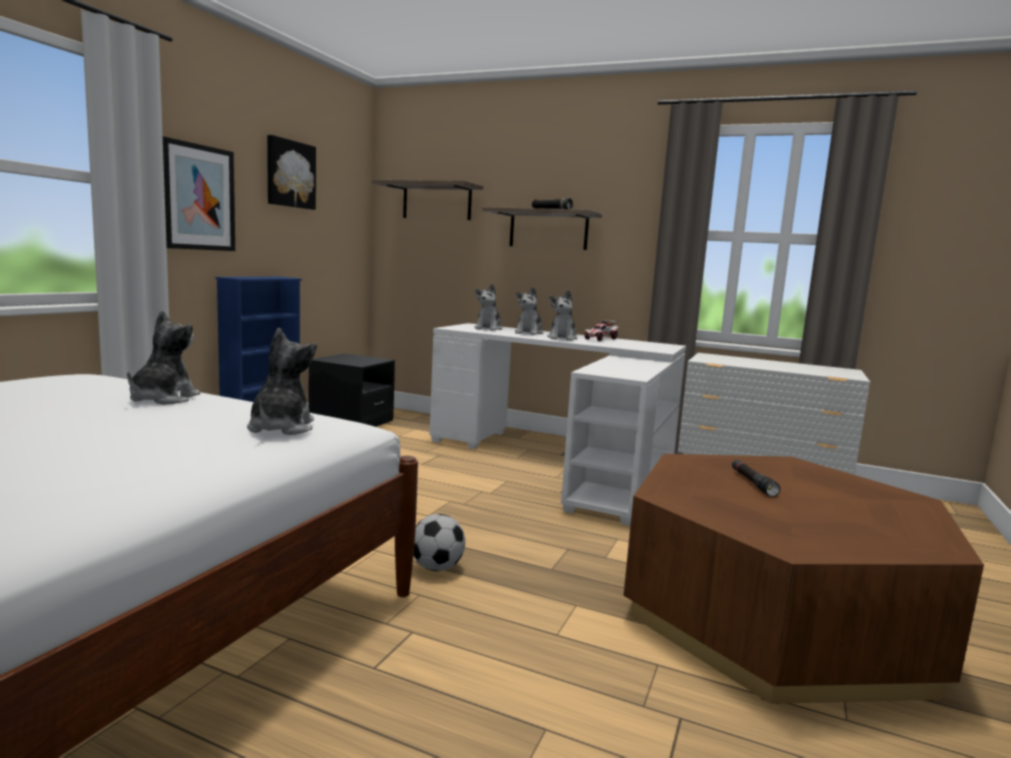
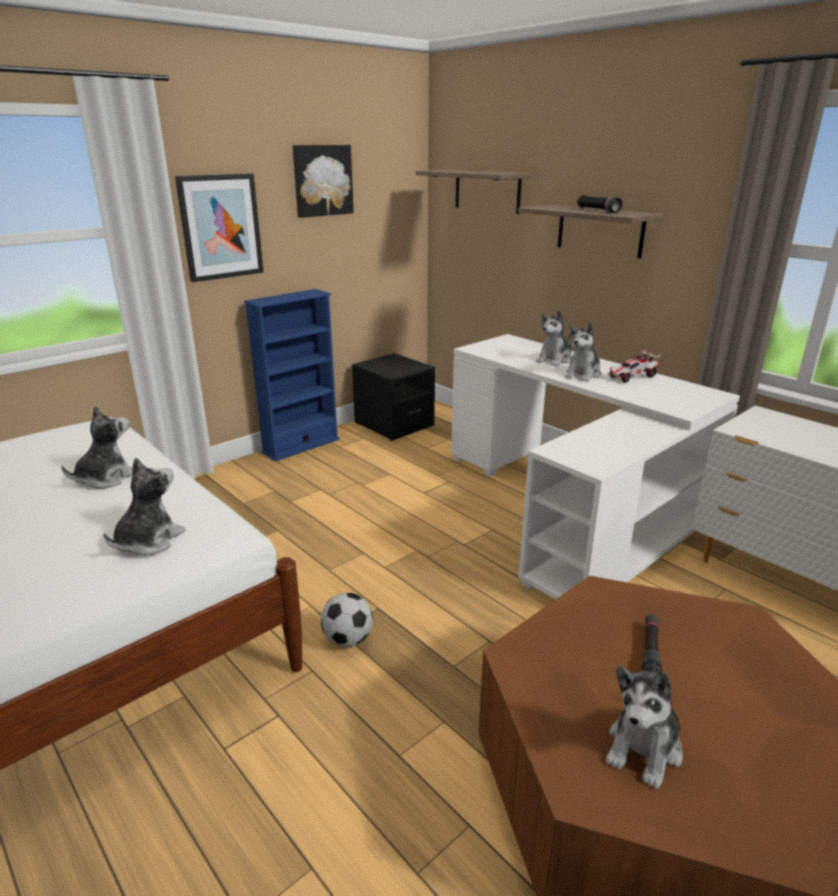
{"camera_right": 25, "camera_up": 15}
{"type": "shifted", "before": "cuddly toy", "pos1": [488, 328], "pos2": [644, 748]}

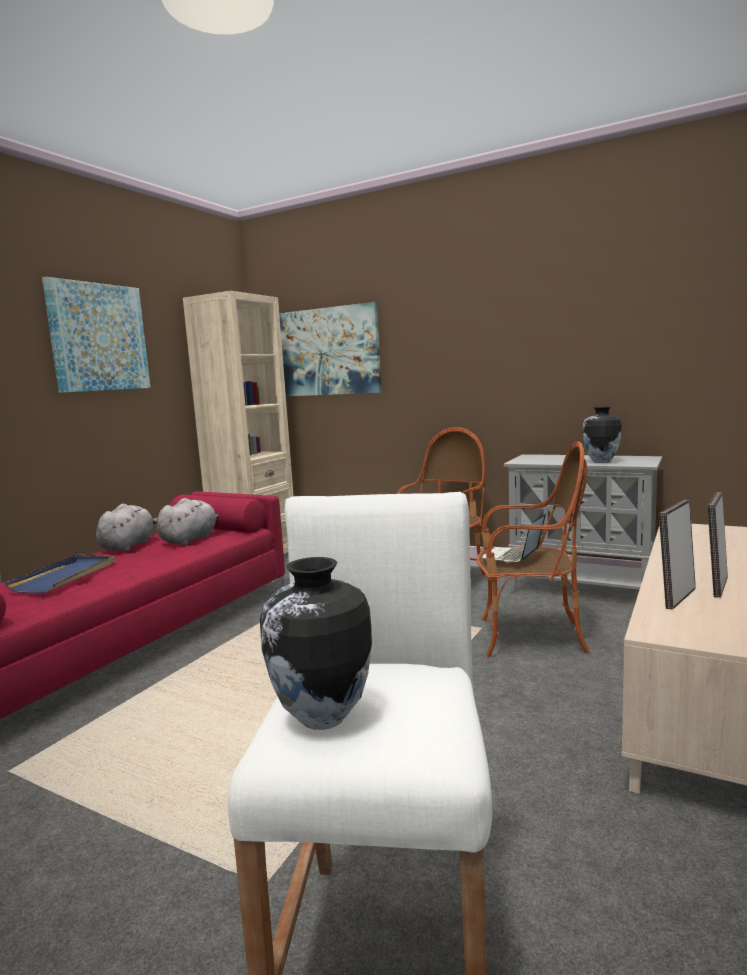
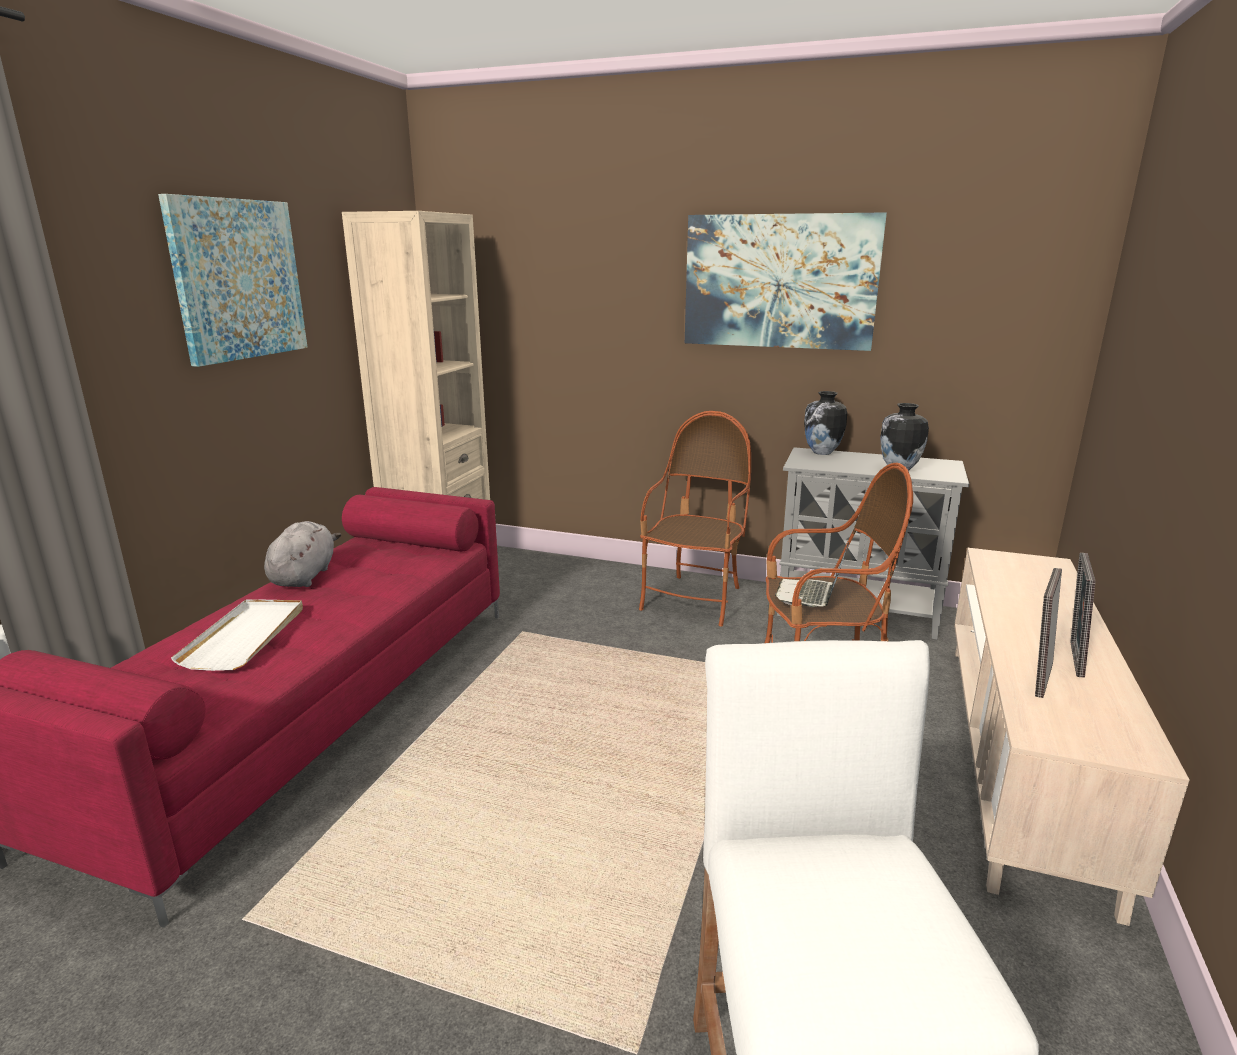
{"camera_right": -10, "camera_up": 10}
{"type": "shifted", "before": "wall art", "pos1": [323, 352], "pos2": [779, 281]}
{"type": "gone", "before": "cuddly toy (greyish)", "pos1": [190, 539]}
{"type": "repainted", "before": "carrying tray (blue)", "after": "carrying tray (whitish)", "pos1": [66, 576], "pos2": [246, 637]}
{"type": "shifted", "before": "decorative vase", "pos1": [321, 718], "pos2": [822, 453]}

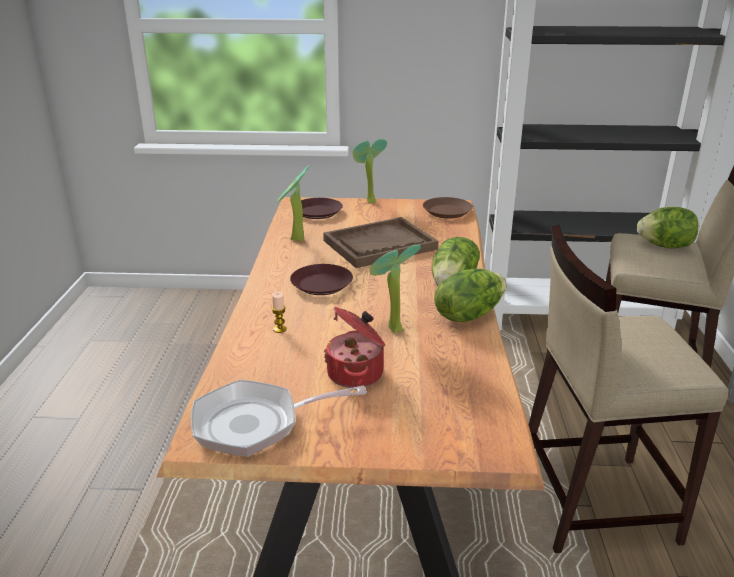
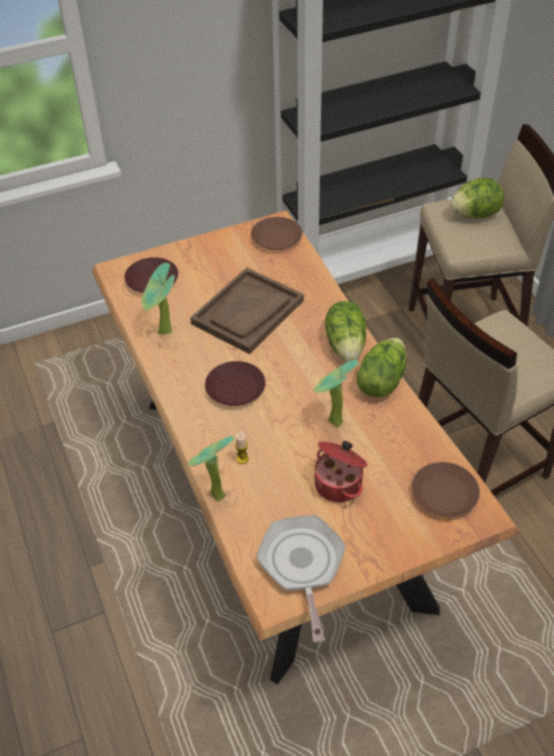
{"camera_right": -25, "camera_up": 20}
{"type": "shifted", "before": "plant in a pot", "pos1": [368, 201], "pos2": [214, 495]}
{"type": "rotated", "before": "frying pan", "pos1": [255, 424], "pos2": [302, 566], "turn": 120}
{"type": "new", "after": "flat dish (brownish)", "pos2": [444, 493]}

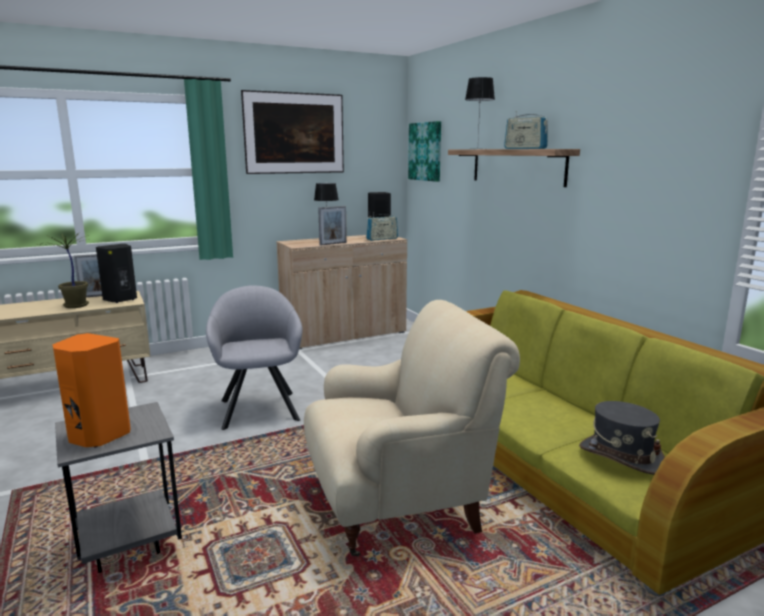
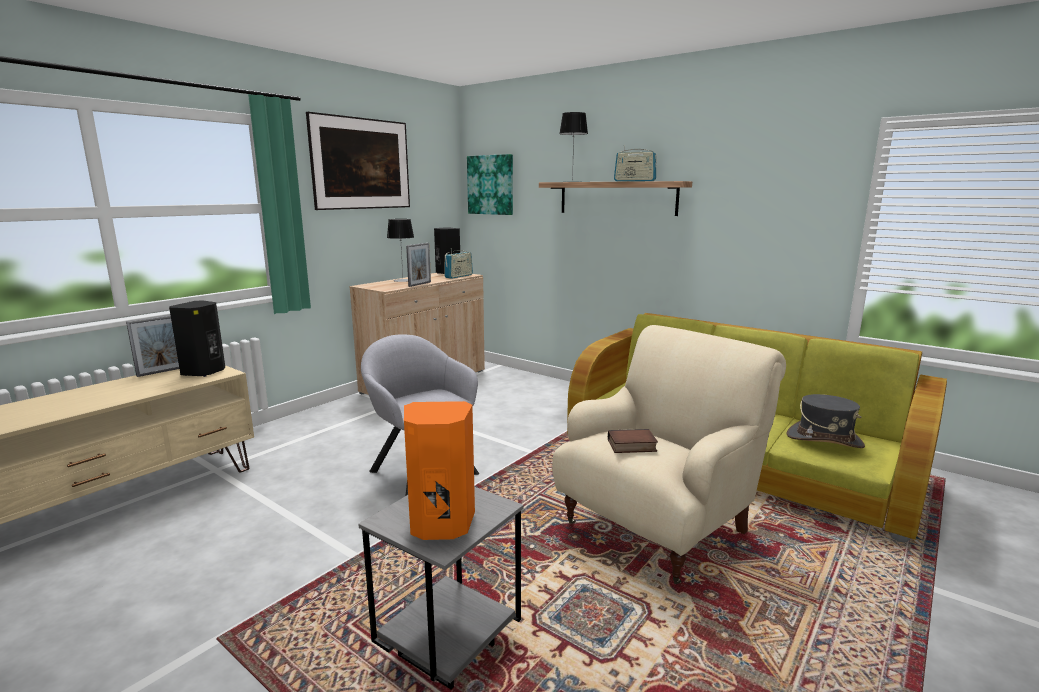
{"camera_right": -25, "camera_up": 0}
{"type": "gone", "before": "plant in a pot", "pos1": [75, 306]}
{"type": "new", "after": "bound book", "pos2": [631, 446]}

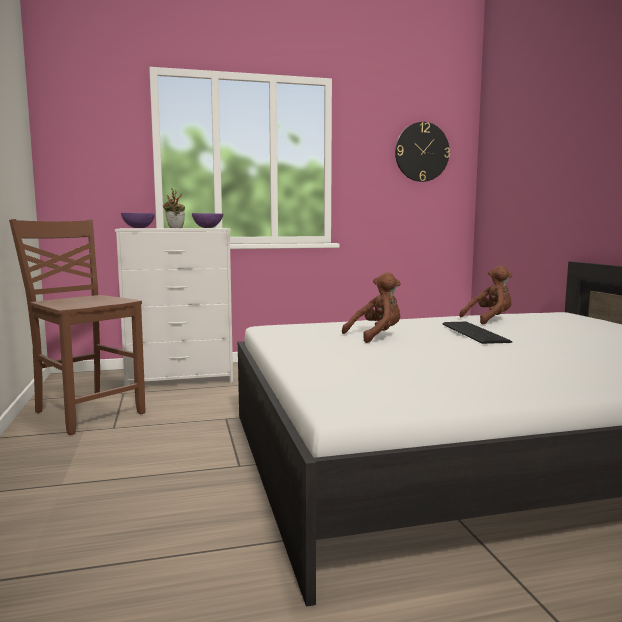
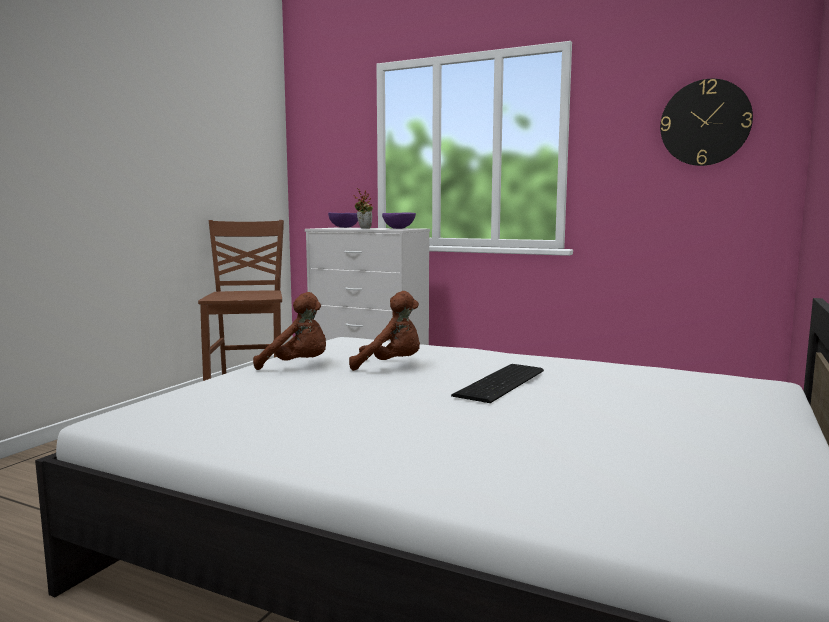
{"camera_right": 40, "camera_up": 0}
{"type": "shifted", "before": "cuddly toy (brownish)", "pos1": [489, 320], "pos2": [298, 366]}

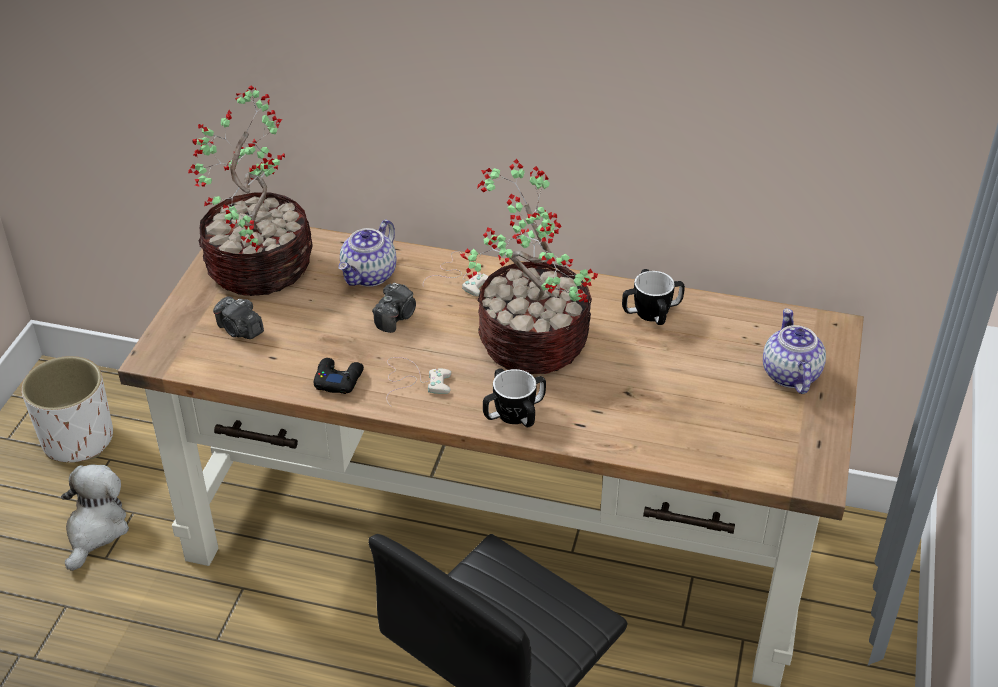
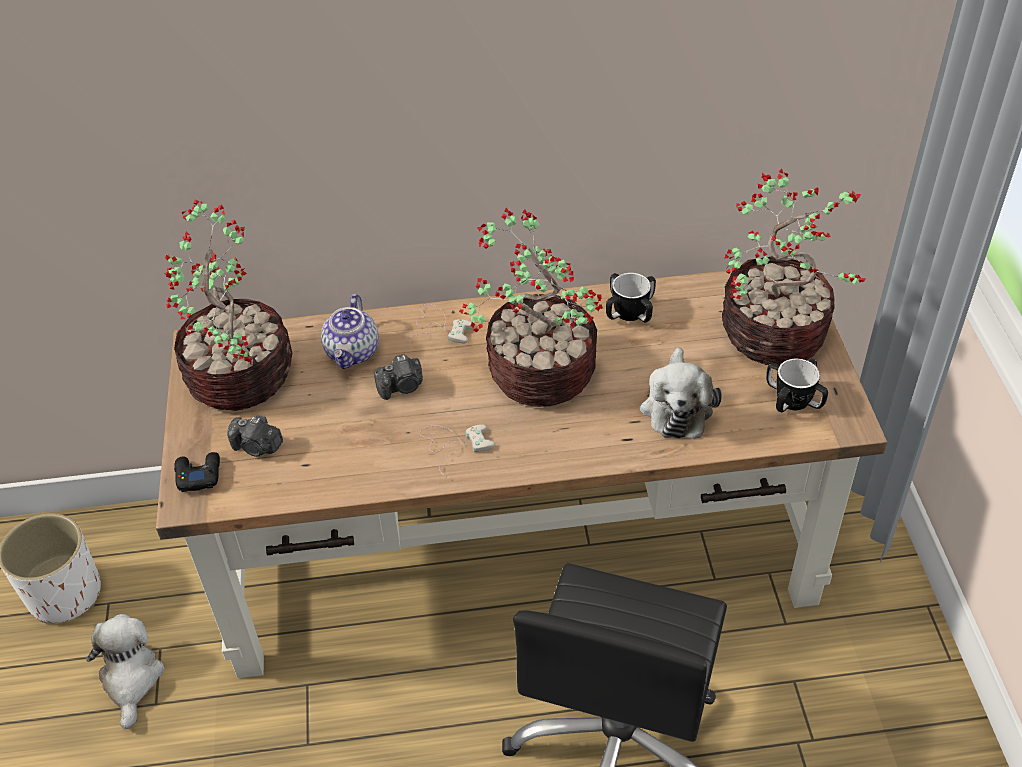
{"camera_right": -20, "camera_up": 5}
{"type": "rotated", "before": "photo camera", "pos1": [396, 317], "pos2": [402, 387], "turn": 60}
{"type": "swapped", "before": "tea pot", "after": "plant in a pot", "pos1": [789, 374], "pos2": [776, 334]}
{"type": "shifted", "before": "game controller (black-coloured)", "pos1": [338, 379], "pos2": [198, 475]}
{"type": "shifted", "before": "mug", "pos1": [514, 414], "pos2": [793, 400]}
{"type": "new", "after": "cuddly toy", "pos2": [677, 406]}

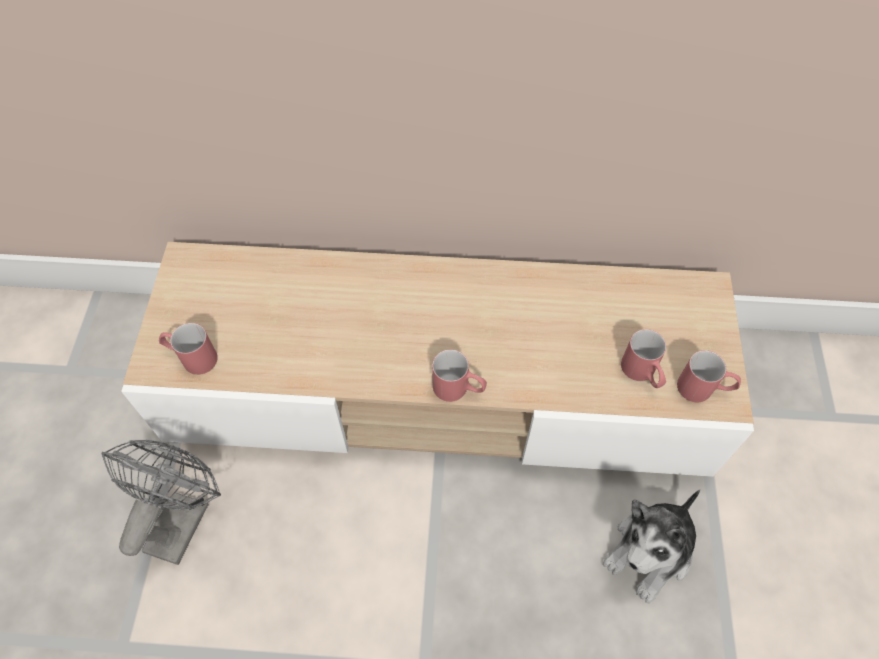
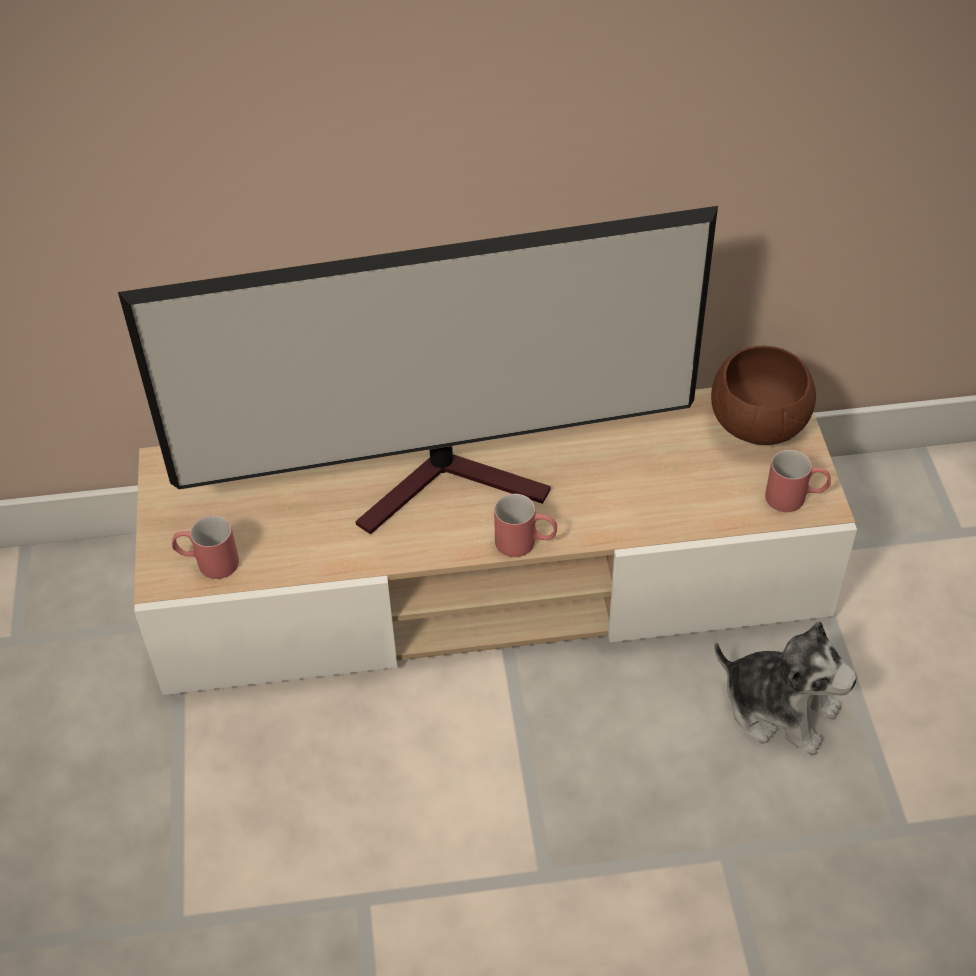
{"camera_right": -10, "camera_up": -10}
{"type": "gone", "before": "mug (reddish)", "pos1": [642, 374]}
{"type": "gone", "before": "fan (greyish)", "pos1": [182, 517]}
{"type": "rotated", "before": "cuddly toy", "pos1": [650, 551], "pos2": [779, 708], "turn": -90}
{"type": "new", "after": "TV set", "pos2": [453, 484]}
{"type": "new", "after": "deep dish (brownish)", "pos2": [759, 426]}

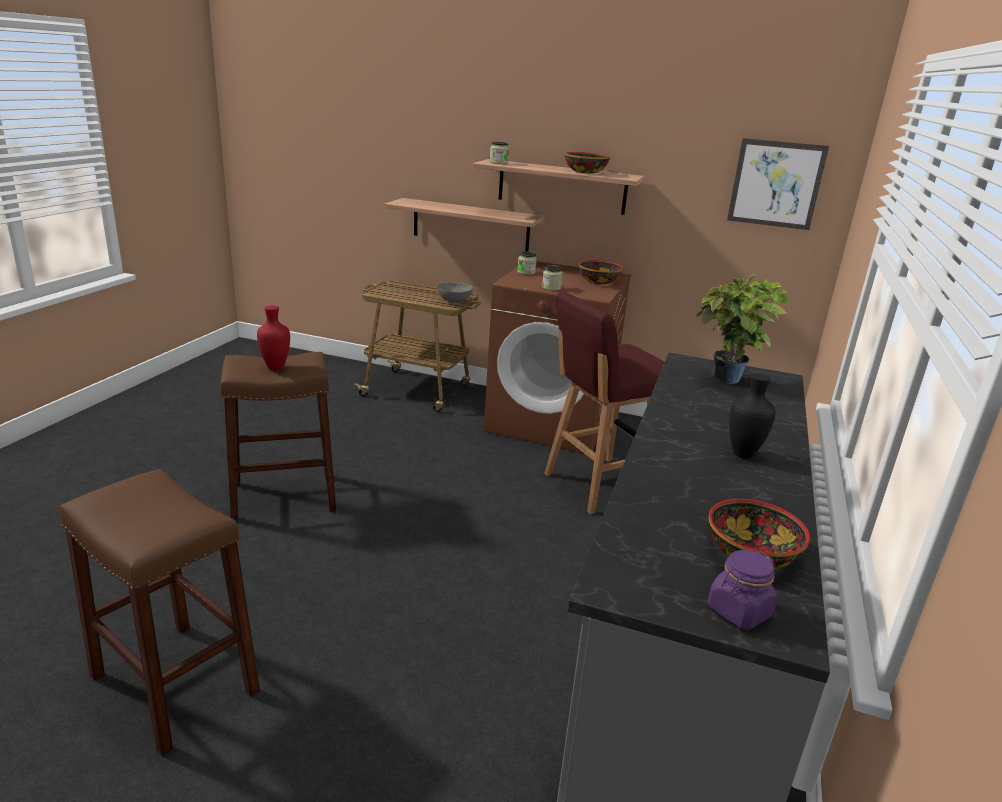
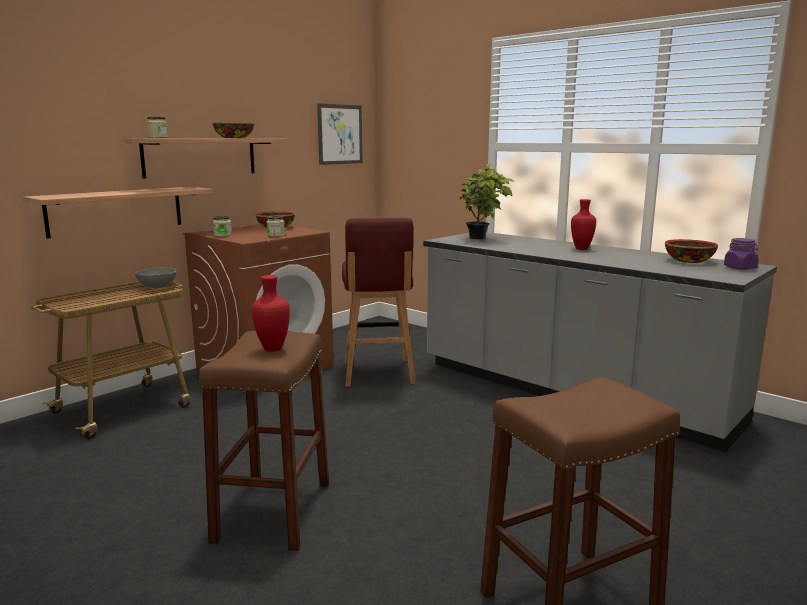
{"camera_right": -65, "camera_up": -10}
{"type": "repainted", "before": "decorative vase (black-coloured)", "after": "decorative vase (reddish)", "pos1": [744, 455], "pos2": [582, 249]}

